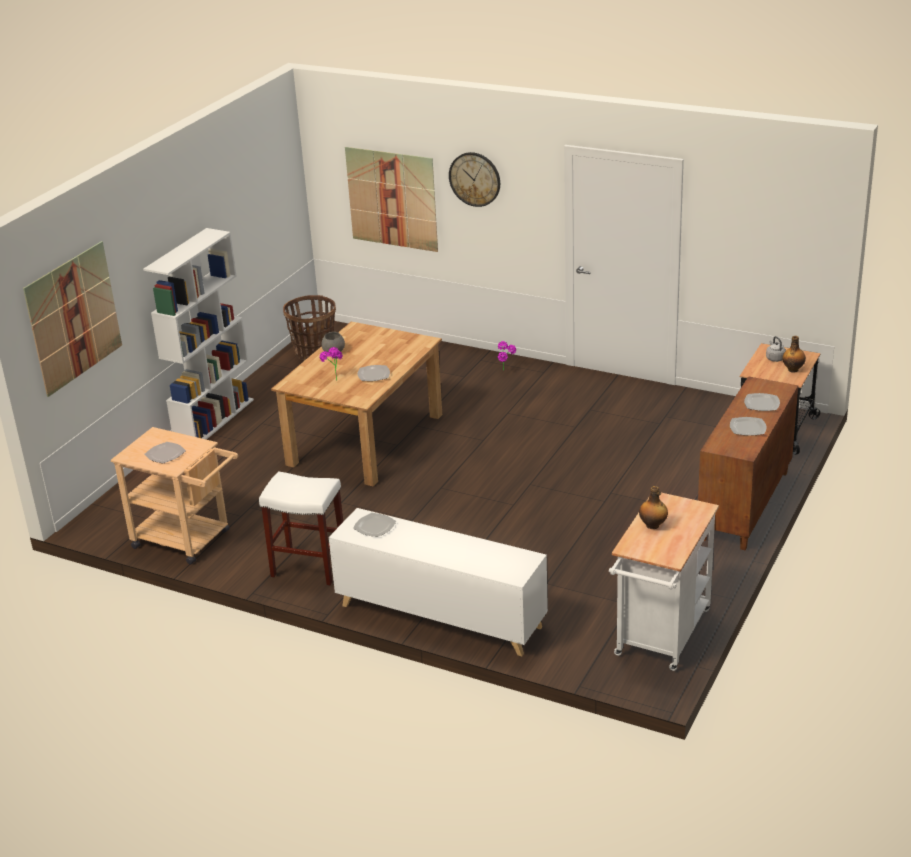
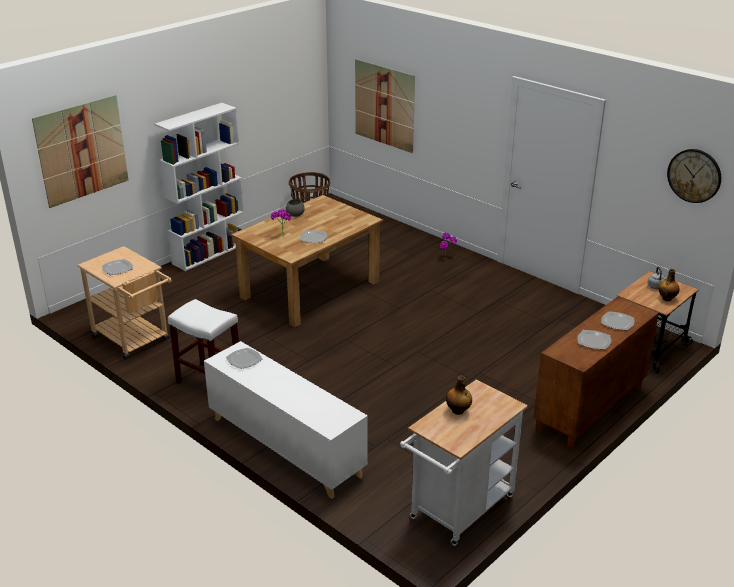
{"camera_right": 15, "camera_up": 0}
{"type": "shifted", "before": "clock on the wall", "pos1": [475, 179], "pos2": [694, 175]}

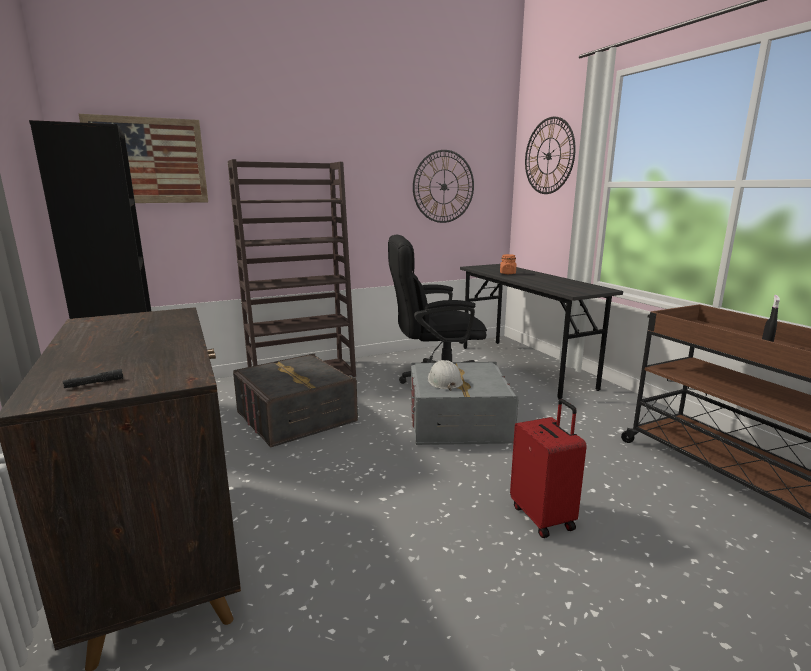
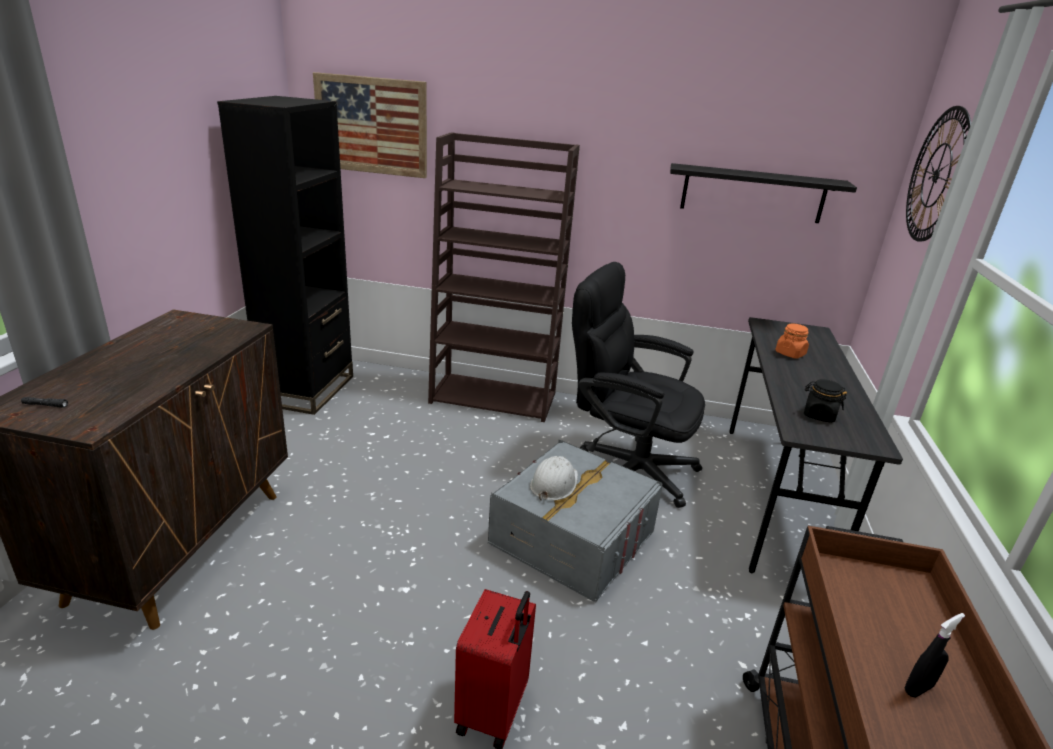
{"camera_right": 35, "camera_up": 10}
{"type": "swapped", "before": "clock on the wall", "after": "wall shelf (black-coloured)", "pos1": [444, 187], "pos2": [752, 193]}
{"type": "gone", "before": "storage bin (greyish)", "pos1": [296, 417]}
{"type": "new", "after": "preserve jar (black-coloured)", "pos2": [818, 415]}

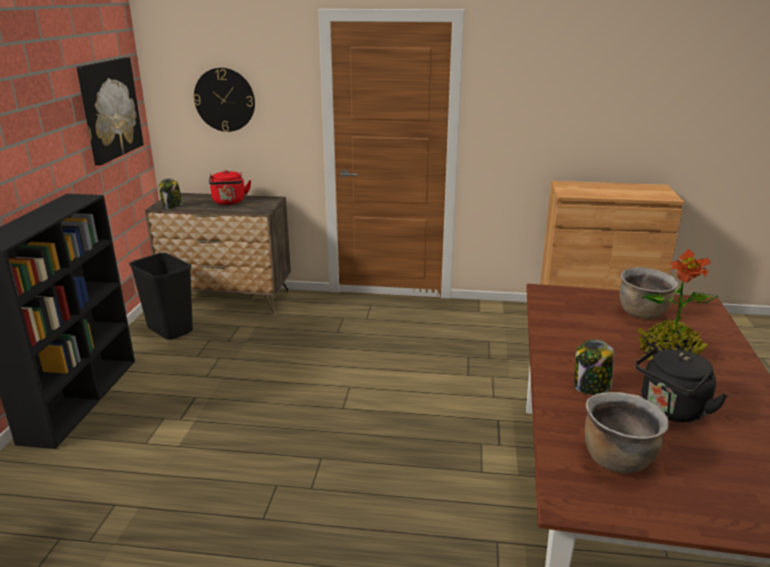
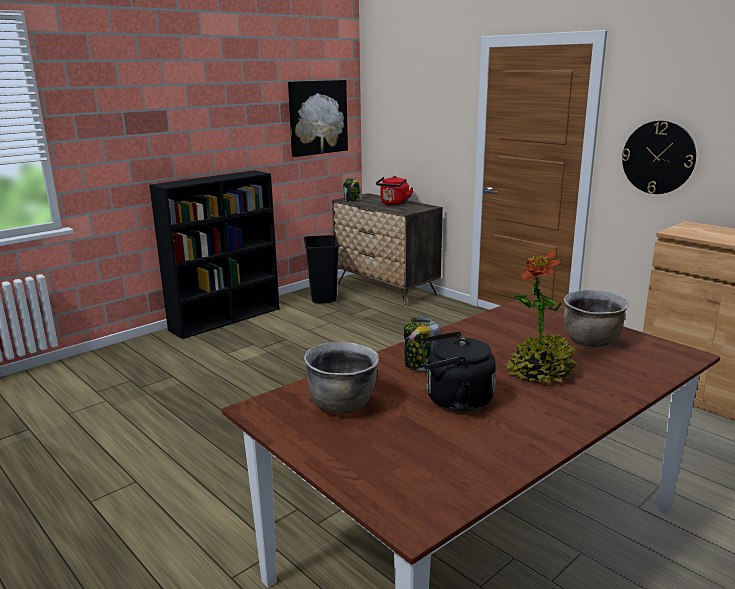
{"camera_right": 40, "camera_up": -5}
{"type": "shifted", "before": "clock on the wall", "pos1": [224, 100], "pos2": [658, 157]}

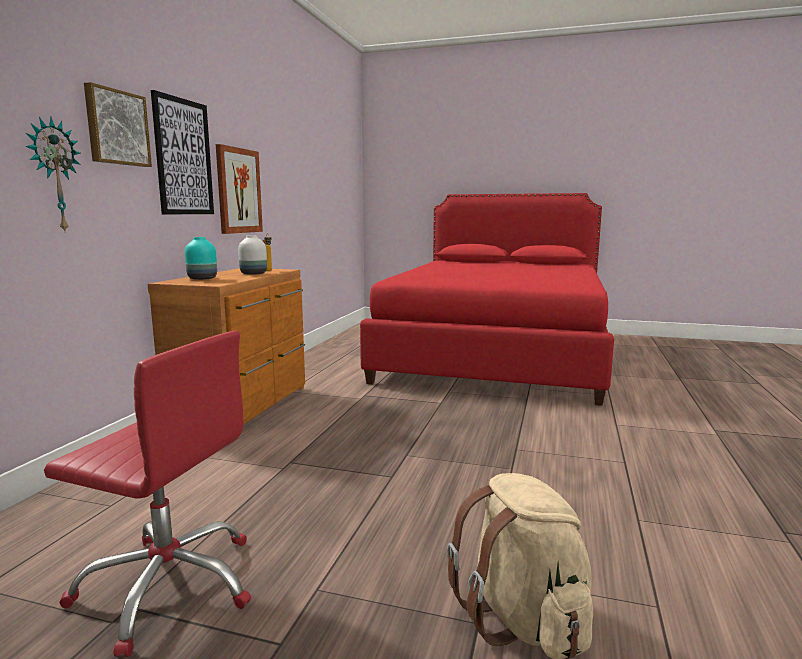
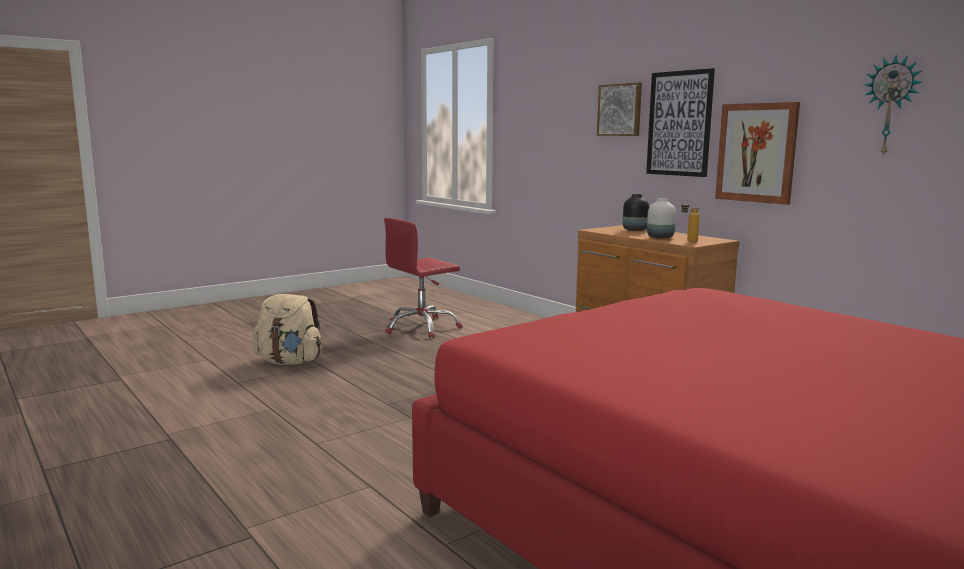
{"camera_right": 125, "camera_up": 0}
{"type": "shifted", "before": "clock on the wall", "pos1": [54, 176], "pos2": [891, 106]}
{"type": "repainted", "before": "decorative vase (turquoise)", "after": "decorative vase (black-coloured)", "pos1": [202, 279], "pos2": [634, 230]}

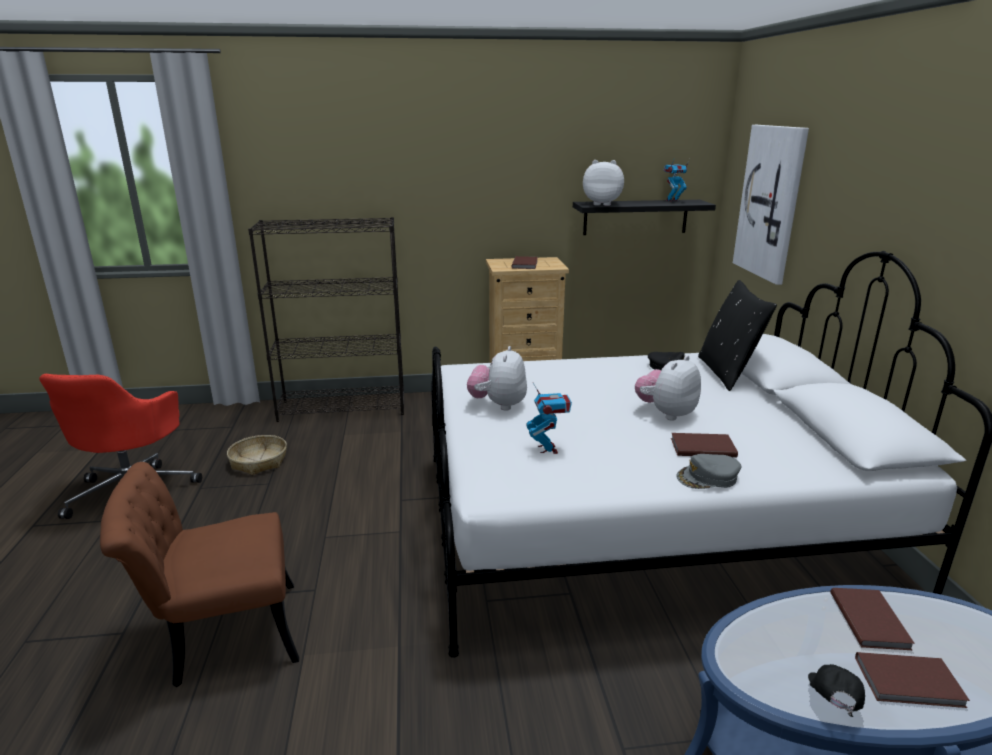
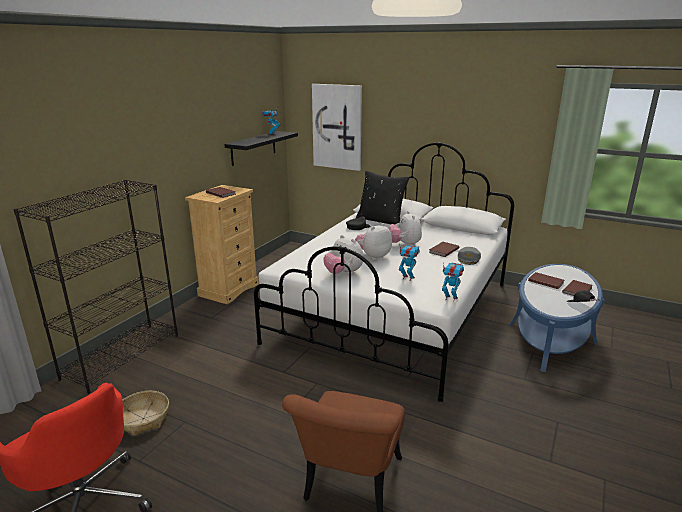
{"camera_right": -55, "camera_up": 0}
{"type": "shifted", "before": "cuddly toy", "pos1": [602, 204], "pos2": [373, 256]}
{"type": "new", "after": "robot figure", "pos2": [450, 298]}

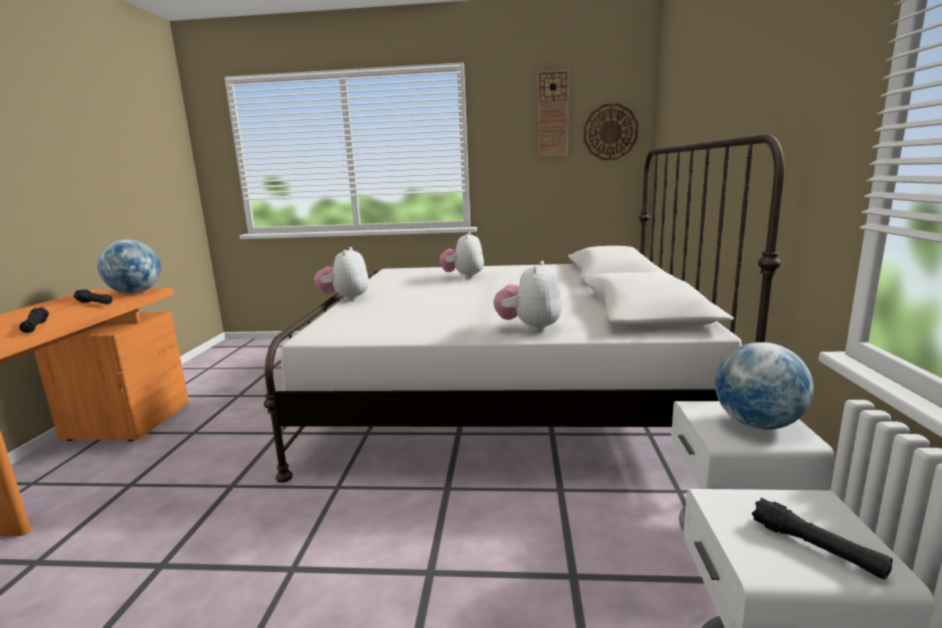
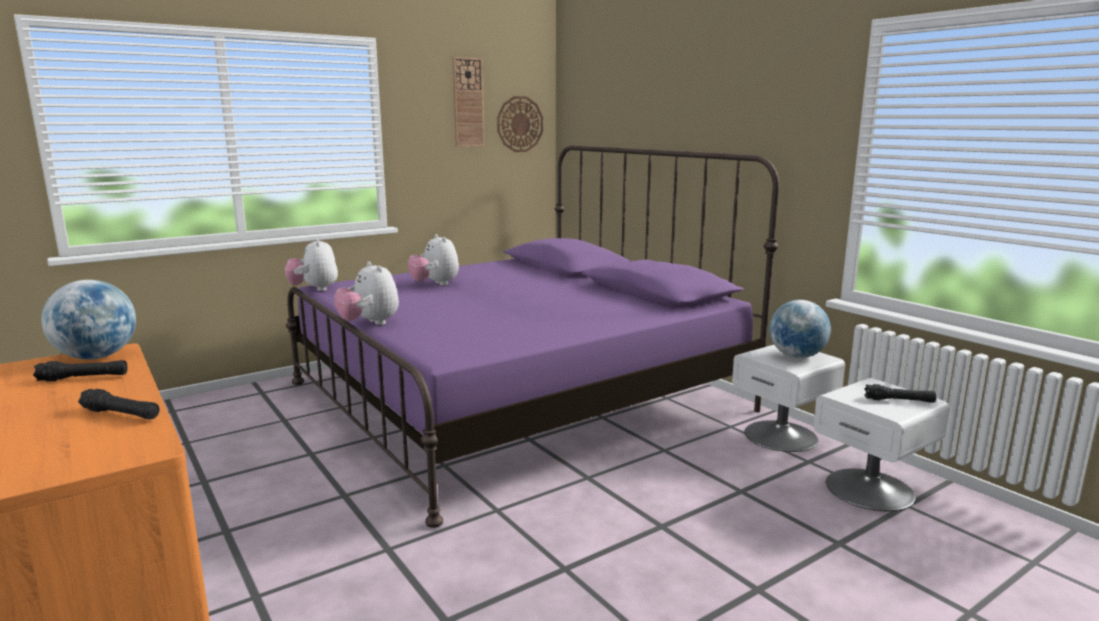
{"camera_right": -40, "camera_up": 0}
{"type": "repainted", "before": "bedroom bed (whitish)", "after": "bedroom bed (purplish)", "pos1": [508, 391], "pos2": [516, 396]}
{"type": "shifted", "before": "cuddly toy", "pos1": [530, 328], "pos2": [314, 289]}

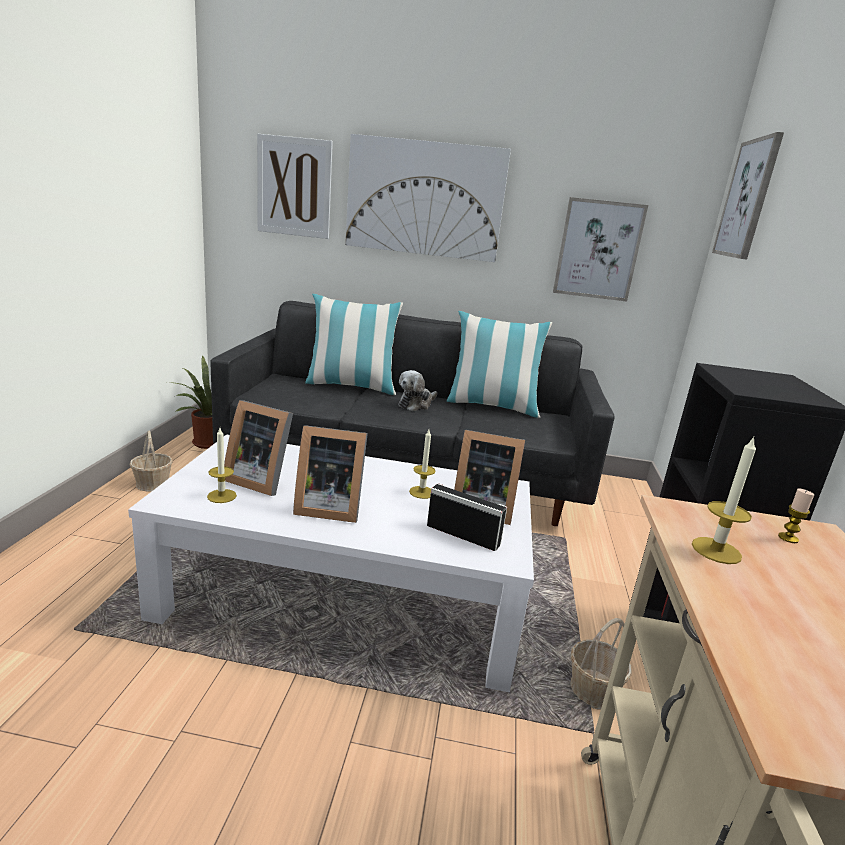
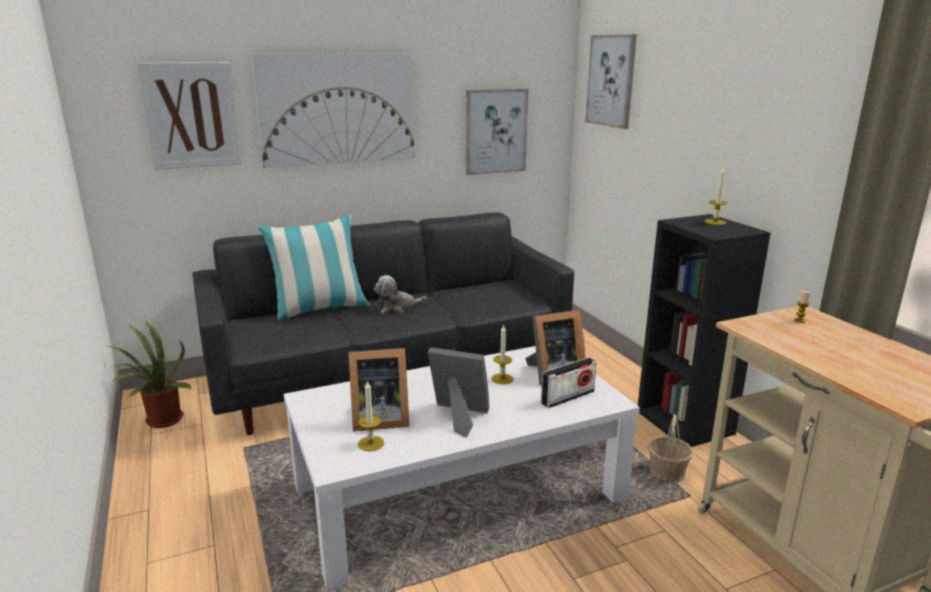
{"camera_right": -30, "camera_up": 0}
{"type": "gone", "before": "cushion", "pos1": [492, 406]}
{"type": "rotated", "before": "cuddly toy", "pos1": [416, 404], "pos2": [397, 308], "turn": 60}
{"type": "rotated", "before": "standing frame", "pos1": [328, 507], "pos2": [459, 417], "turn": -135}
{"type": "gone", "before": "basket", "pos1": [153, 483]}
{"type": "shifted", "before": "candle", "pos1": [716, 550], "pos2": [715, 222]}
{"type": "rotated", "before": "radio receiver", "pos1": [463, 535], "pos2": [567, 397], "turn": 150}

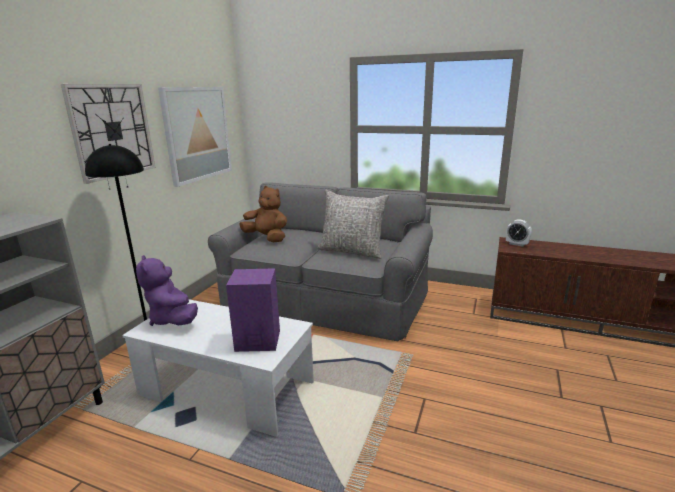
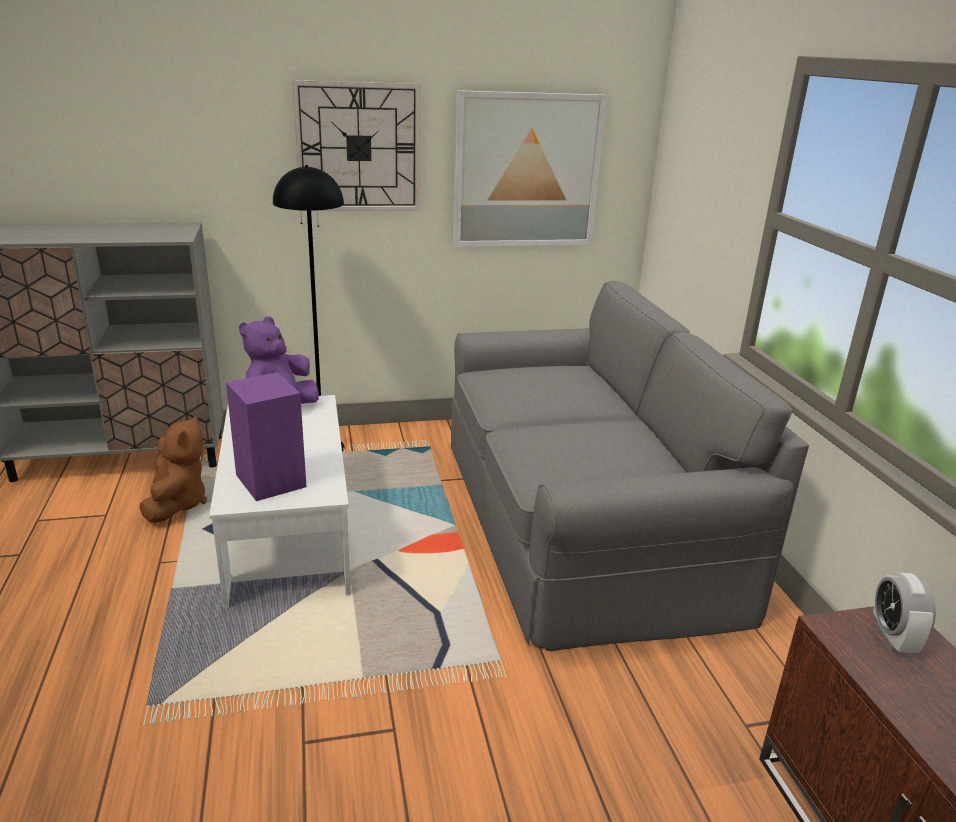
{"camera_right": 55, "camera_up": 5}
{"type": "shifted", "before": "cuddly toy (brownish)", "pos1": [267, 238], "pos2": [177, 504]}
{"type": "gone", "before": "cushion (greyish)", "pos1": [352, 251]}

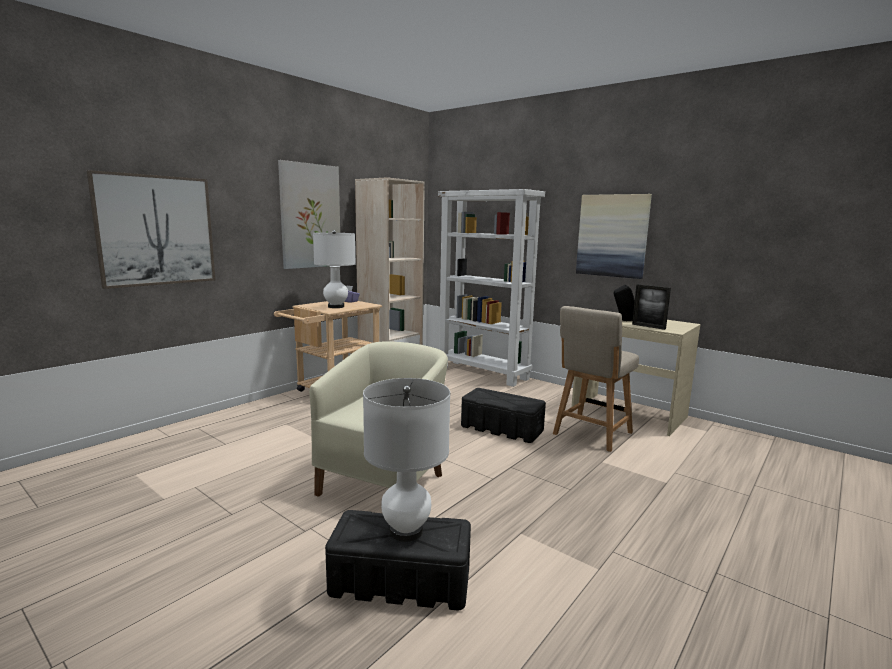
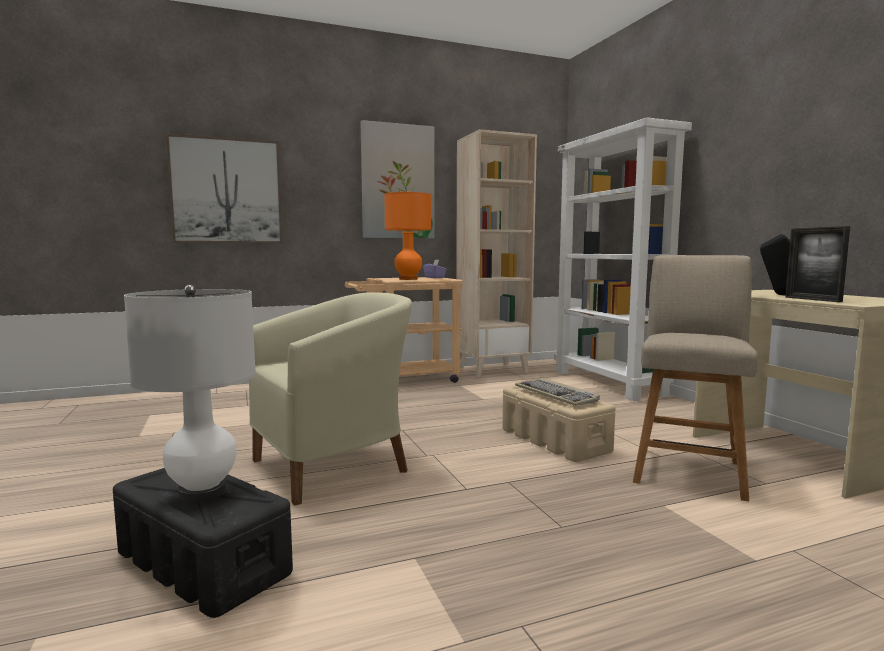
{"camera_right": 30, "camera_up": -5}
{"type": "gone", "before": "wall art", "pos1": [612, 235]}
{"type": "repainted", "before": "lamp for a table (whitish)", "after": "lamp for a table (orange-coloured)", "pos1": [336, 306], "pos2": [408, 279]}
{"type": "rotated", "before": "plain chair (beige-coloured)", "pos1": [591, 434], "pos2": [688, 470], "turn": 135}
{"type": "repainted", "before": "storage bin (black-coloured)", "after": "storage bin (beige-coloured)", "pos1": [502, 429], "pos2": [555, 440]}
{"type": "new", "after": "keyboard", "pos2": [556, 395]}

